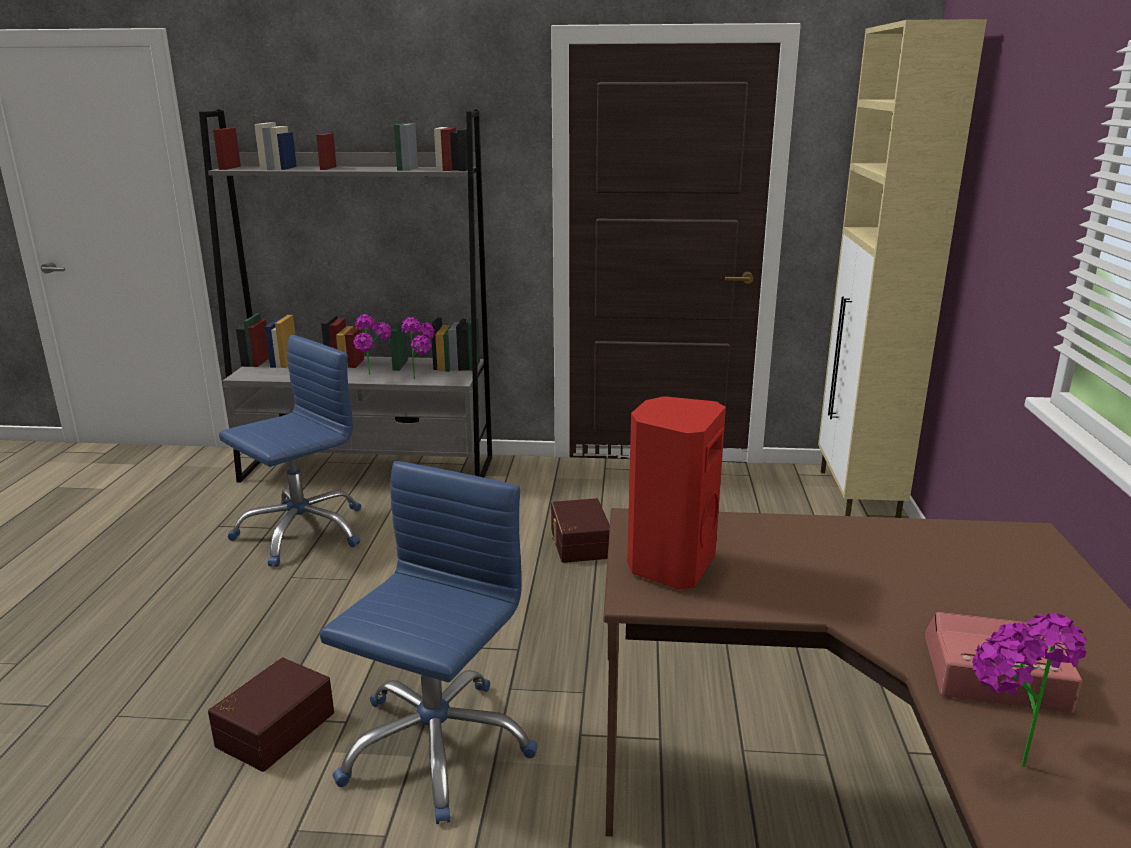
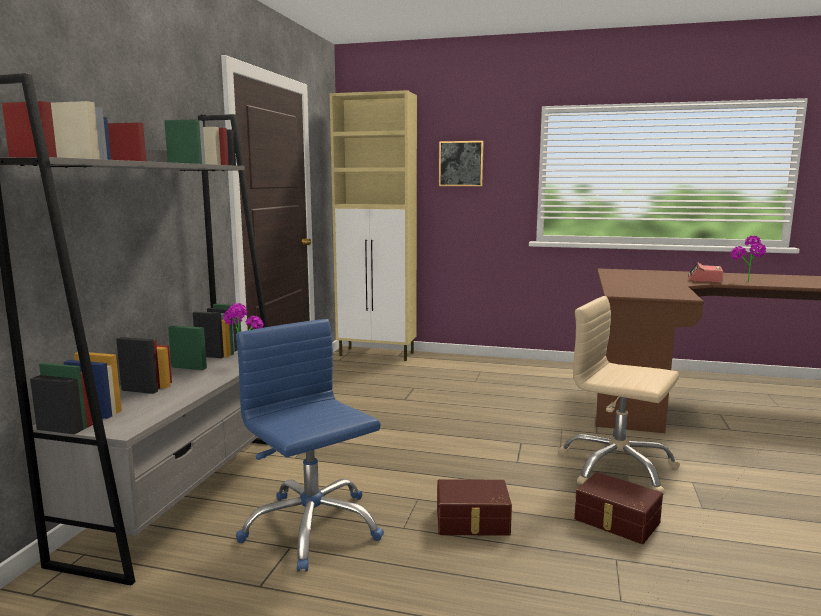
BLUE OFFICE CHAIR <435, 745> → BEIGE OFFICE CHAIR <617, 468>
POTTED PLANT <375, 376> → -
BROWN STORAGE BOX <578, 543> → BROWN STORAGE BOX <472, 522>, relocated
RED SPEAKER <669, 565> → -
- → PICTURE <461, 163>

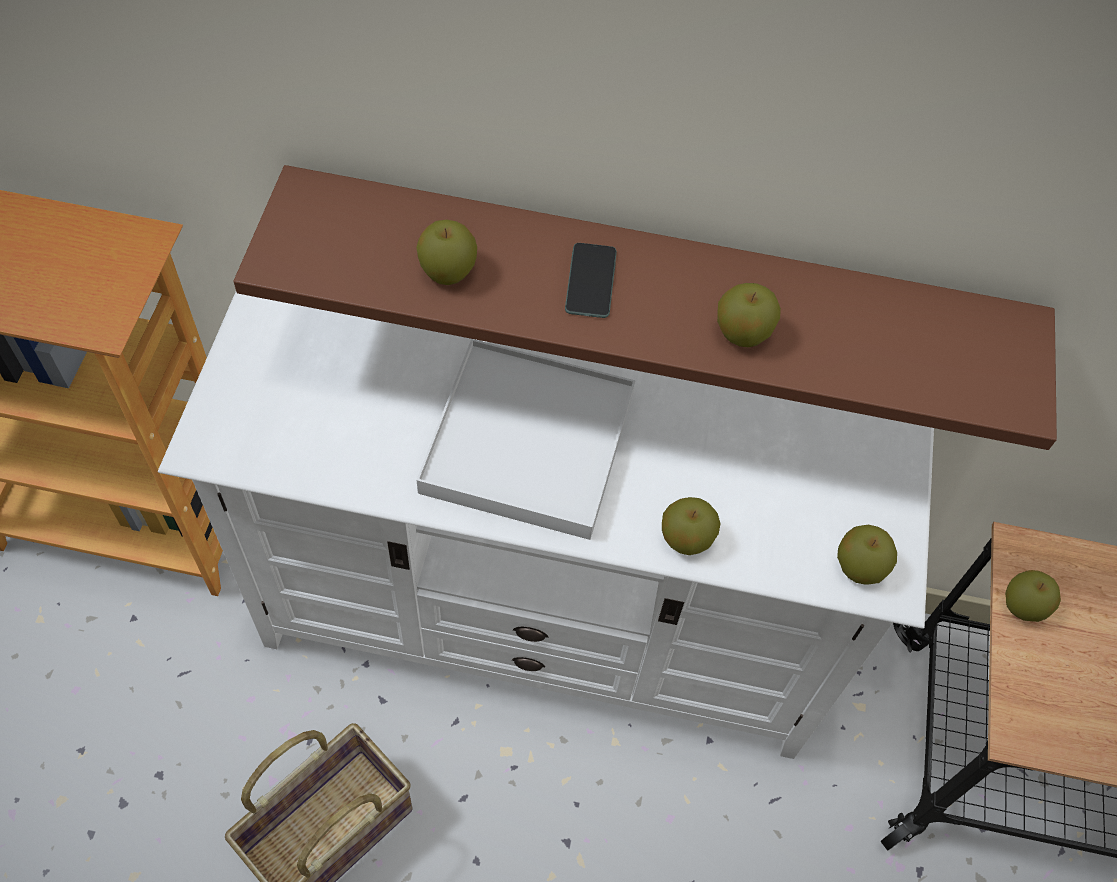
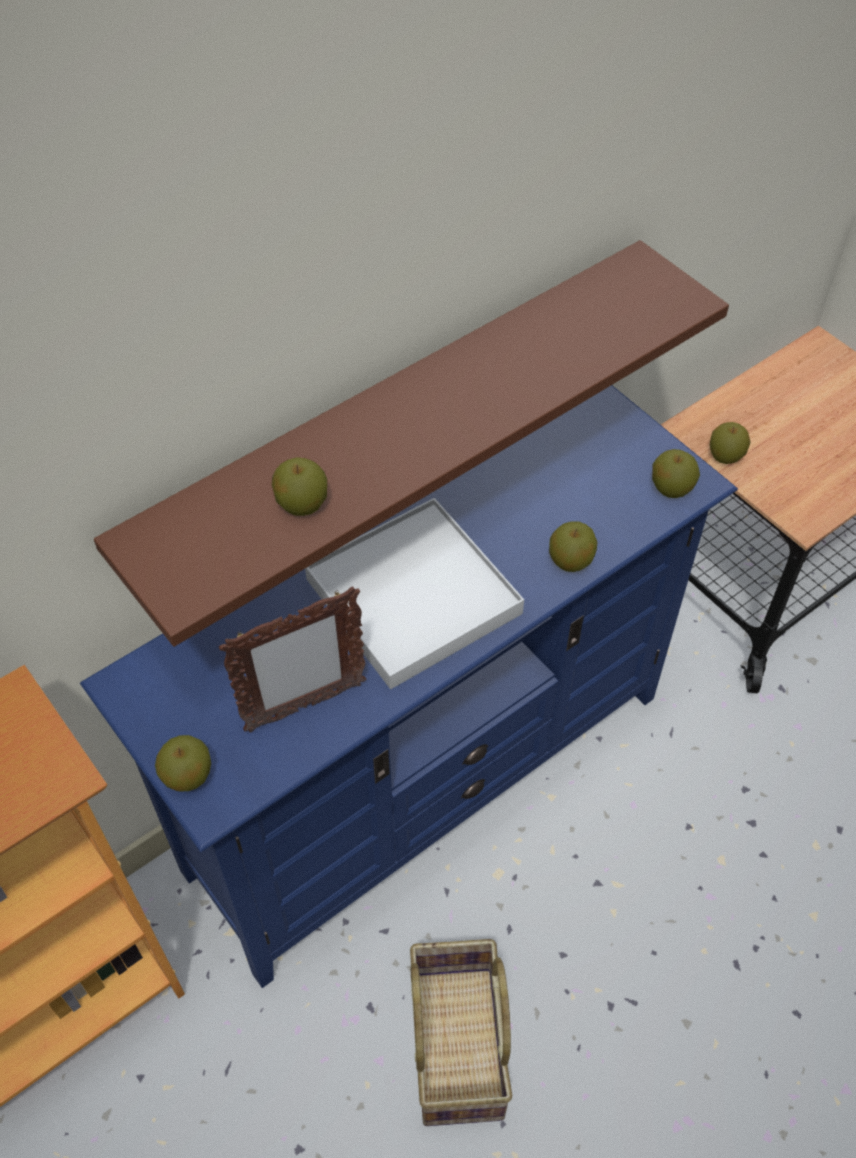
WHITE TV STAND <543, 628> → BLUE TV STAND <427, 778>
PHONE <590, 281> → -
APPLE <742, 333> → APPLE <188, 776>, relocated
- → PICTURE FRAME <304, 707>

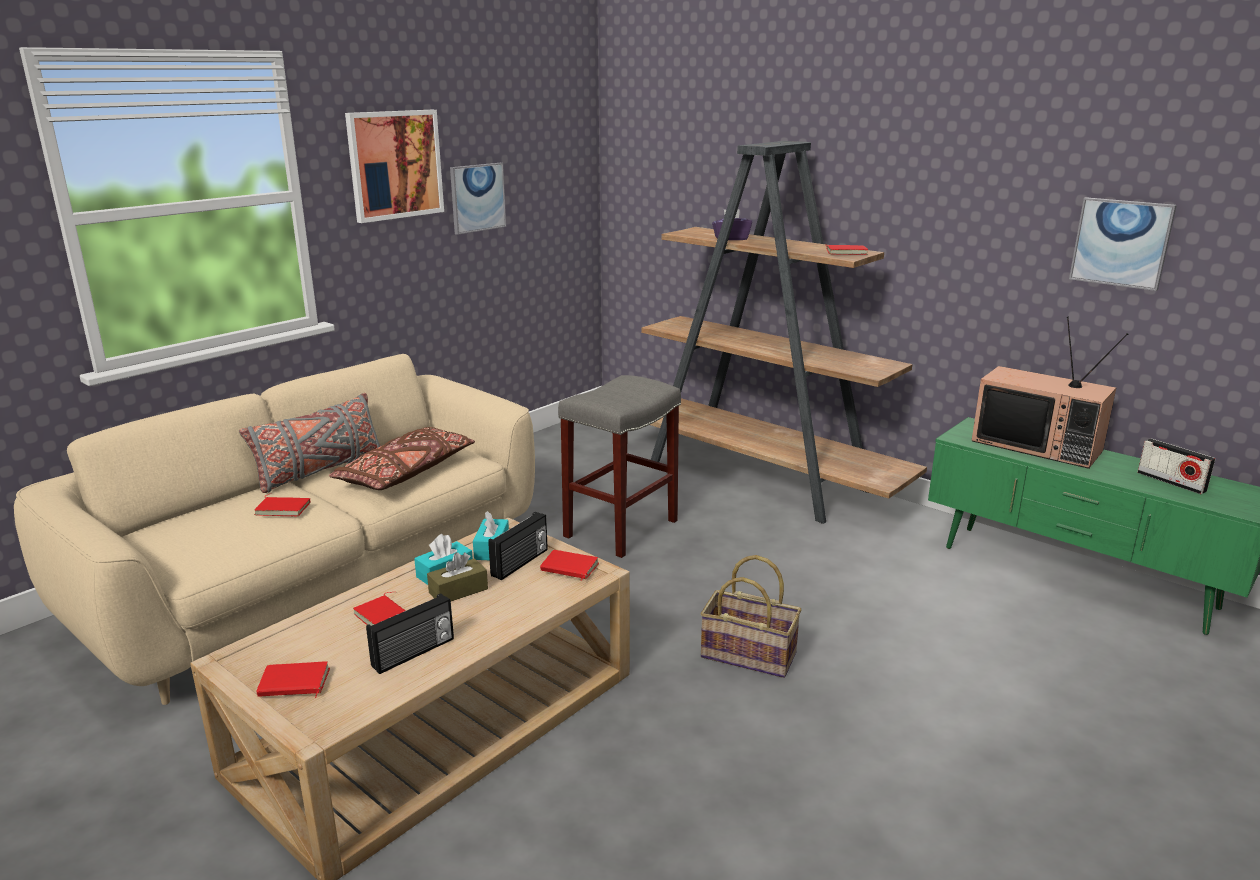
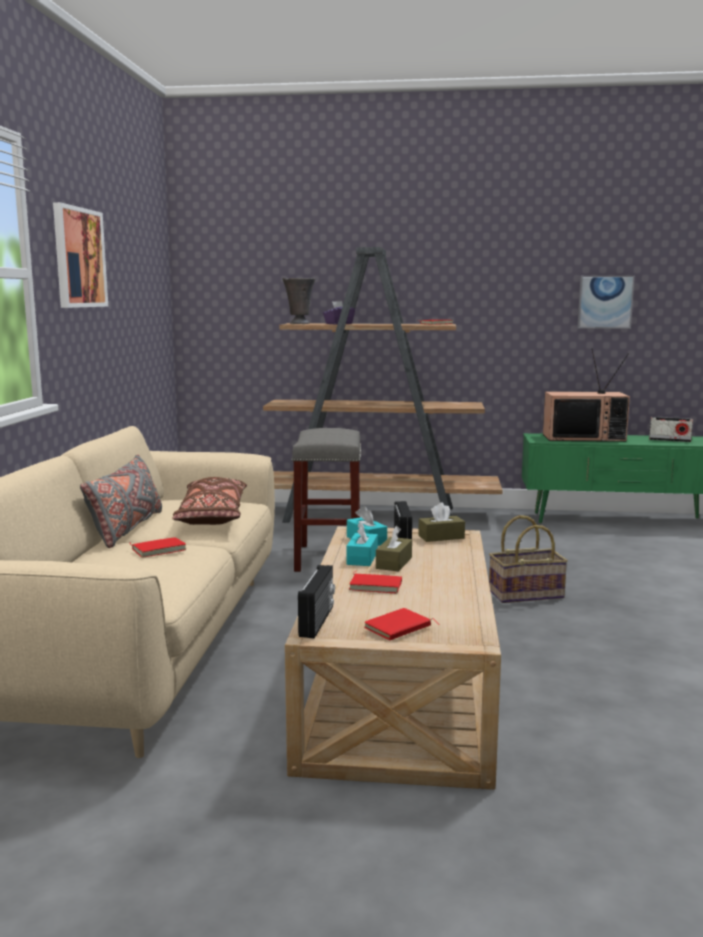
RADIO <414, 653> → RADIO <318, 621>, relocated
PICTURE <477, 197> → -
RED BOOK <568, 568> → BROWN TISSUE BOX <441, 537>
- → GREY VASE <299, 324>

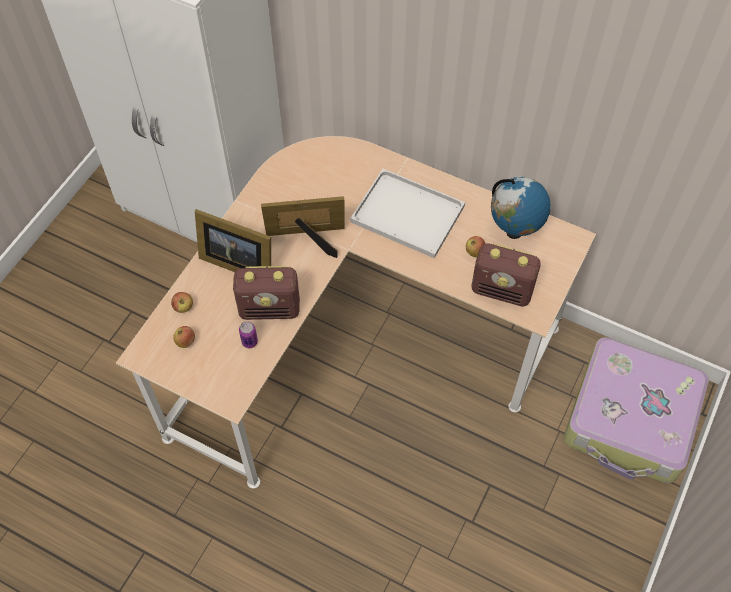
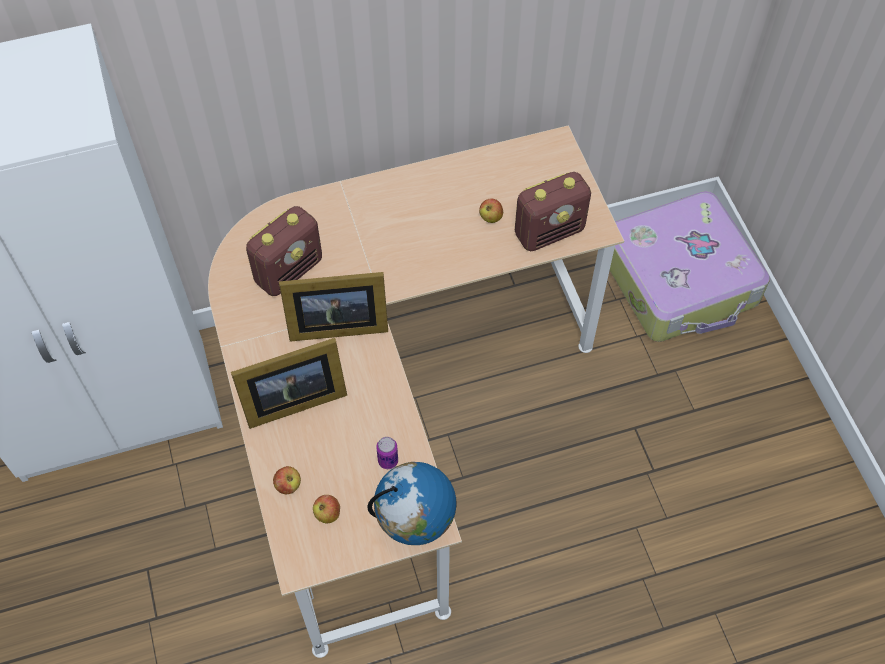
RADIO <270, 309> → RADIO <289, 270>, relocated
PICTURE FRAME <308, 239> → PICTURE FRAME <334, 324>, 135 degrees counterclockwise
WHITE TRAY <405, 214> → -
GLOBE <514, 231> → GLOBE <416, 526>, relocated

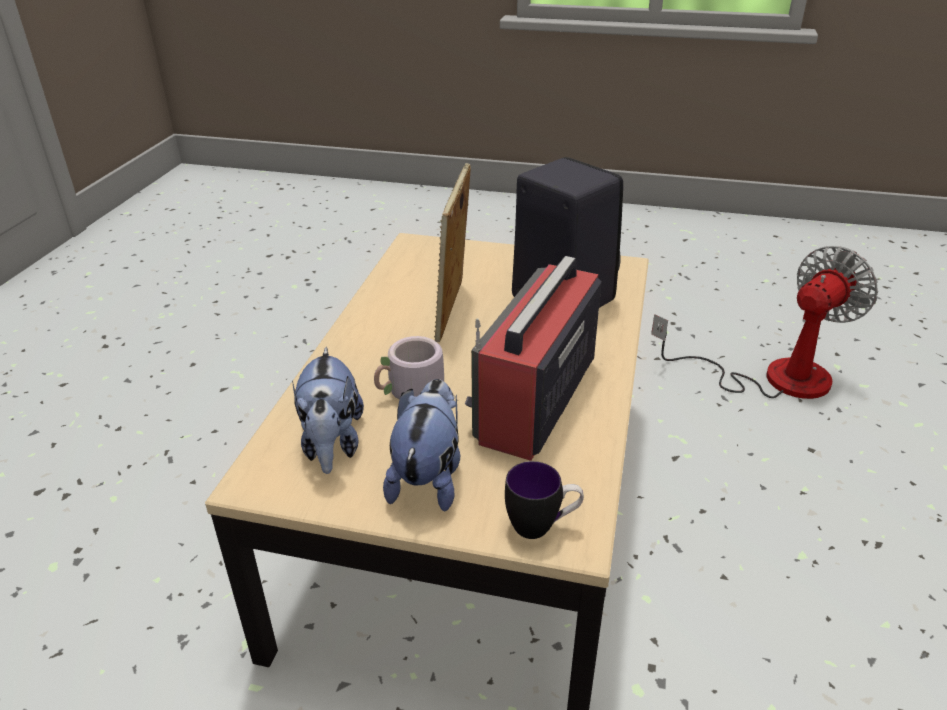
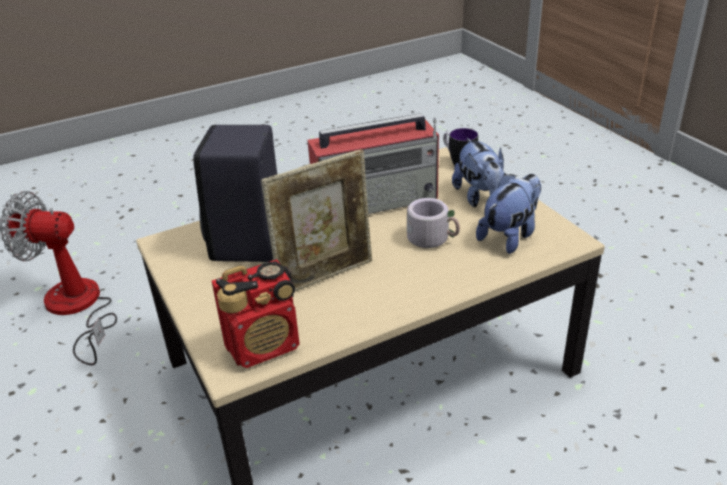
PLUSH TOY <428, 477> → PLUSH TOY <480, 198>, 75 degrees counterclockwise
- → RADIO <264, 346>

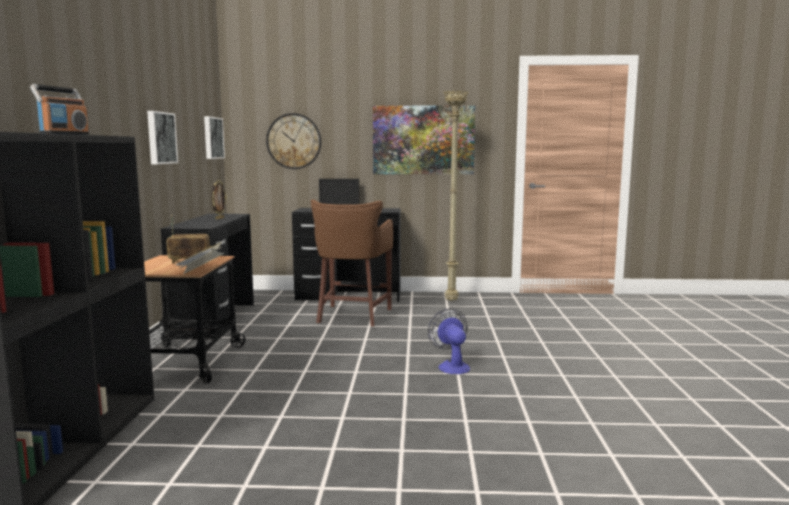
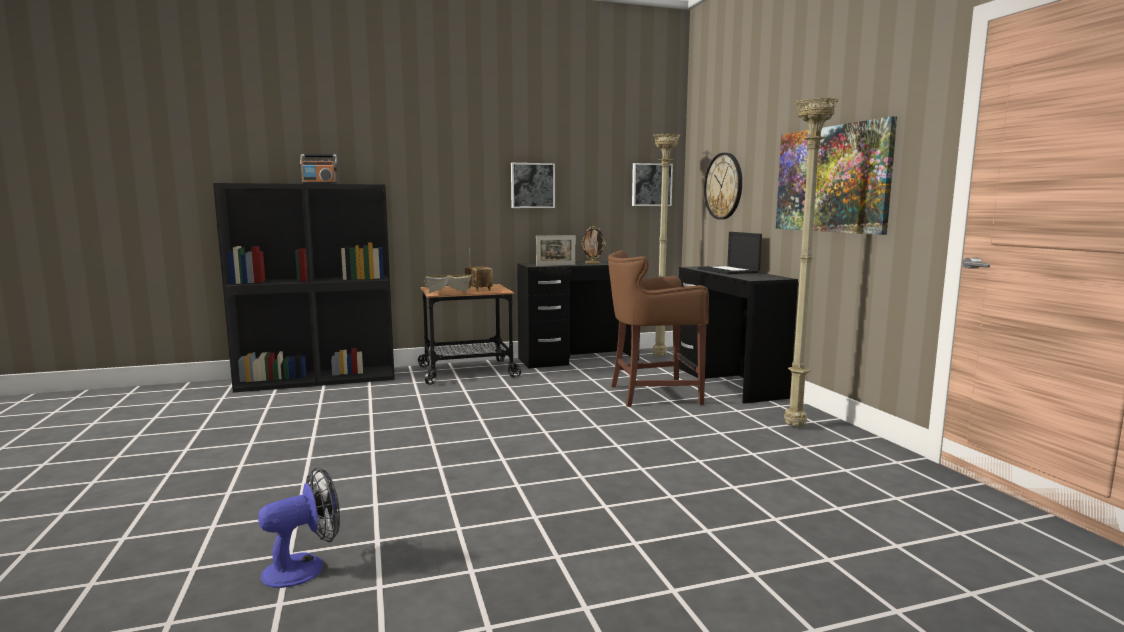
FAN <451, 366> → FAN <304, 567>, relocated
- → PICTURE FRAME <556, 265>
- → BEIGE FLOOR LAMP <660, 356>

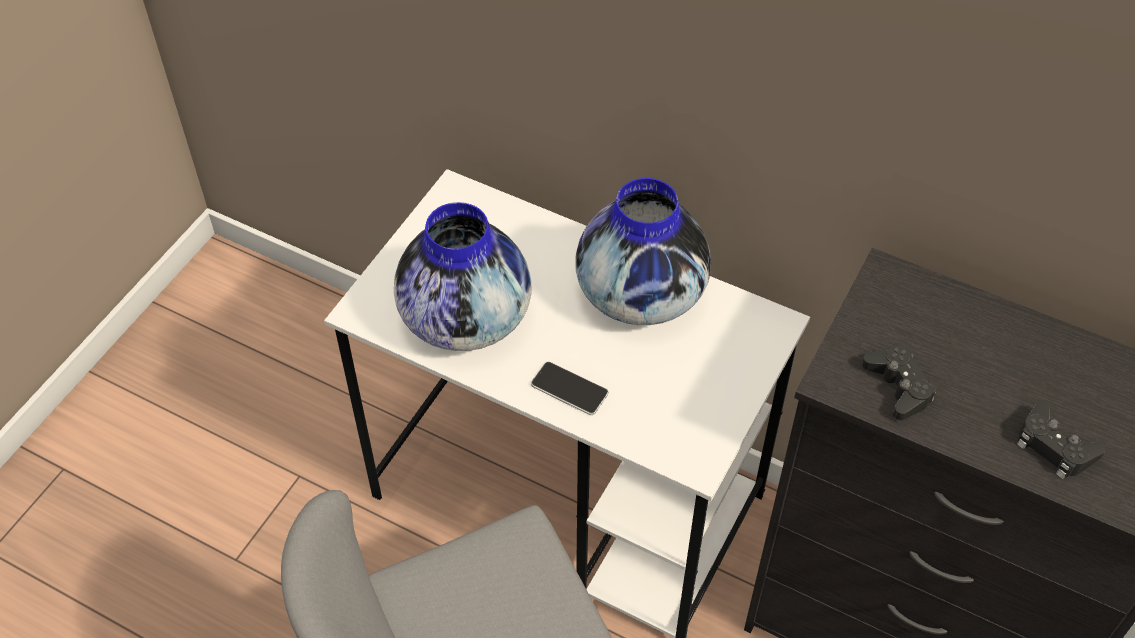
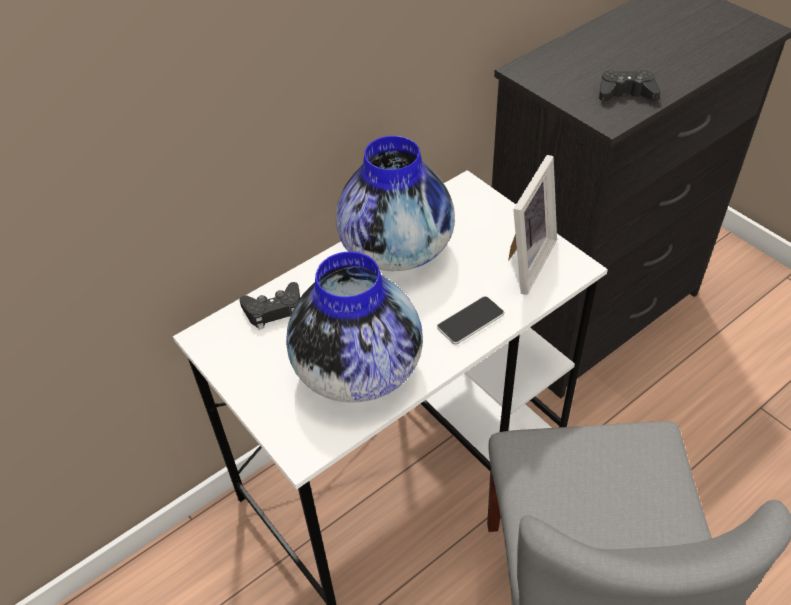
BLACK GAME CONTROLLER <1054, 447> → BLACK GAME CONTROLLER <274, 310>, relocated
- → PICTURE FRAME <523, 261>

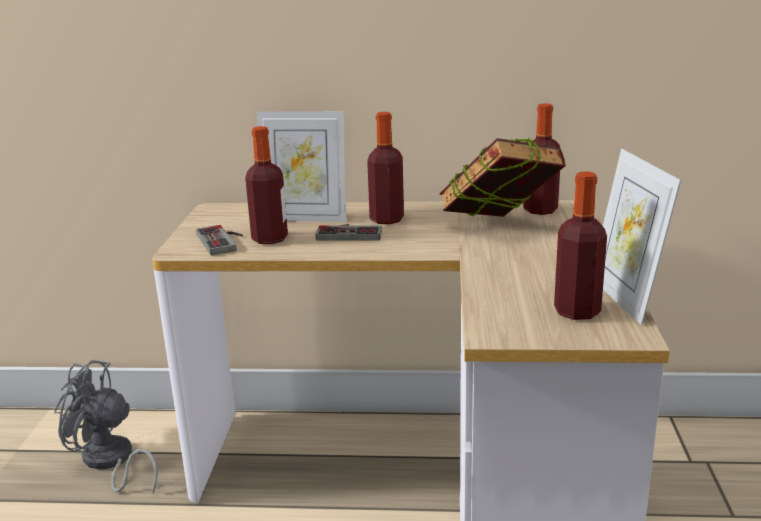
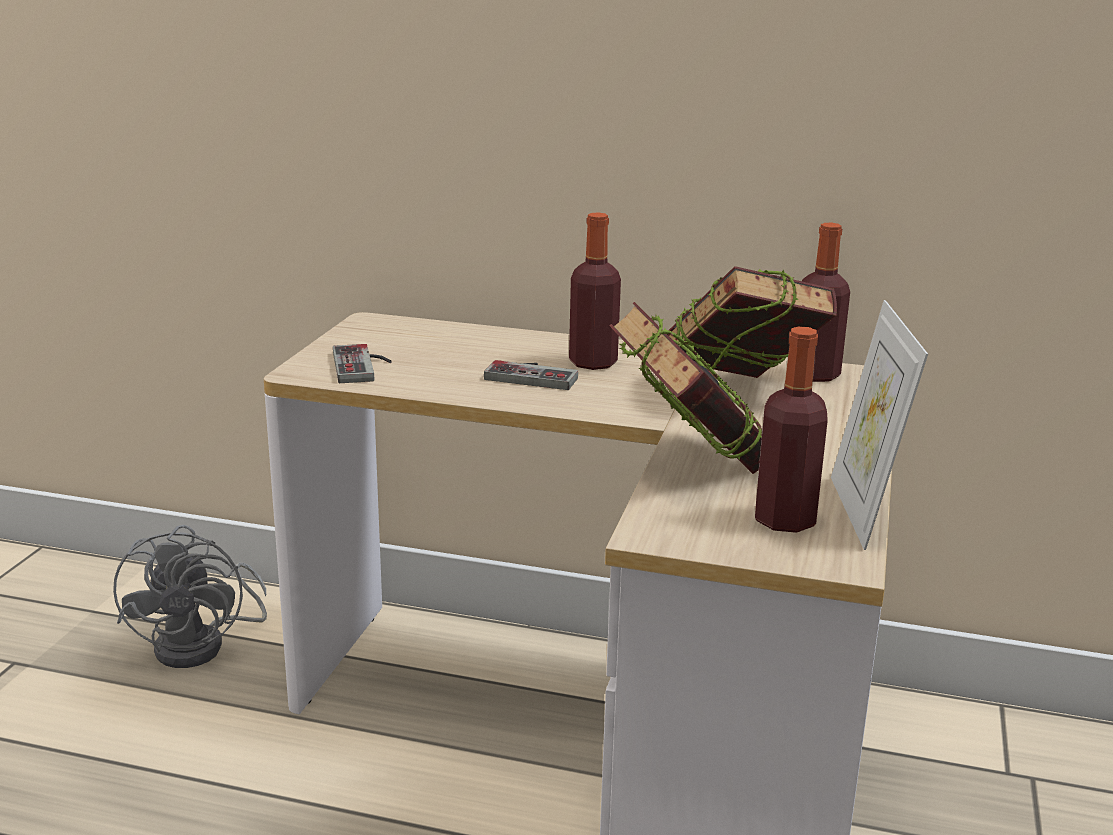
GREY FAN <110, 462> → GREY FAN <203, 645>, 120 degrees counterclockwise
BOTTLE <270, 239> → -
PICTURE FRAME <305, 218> → -
- → BOOK <689, 467>

